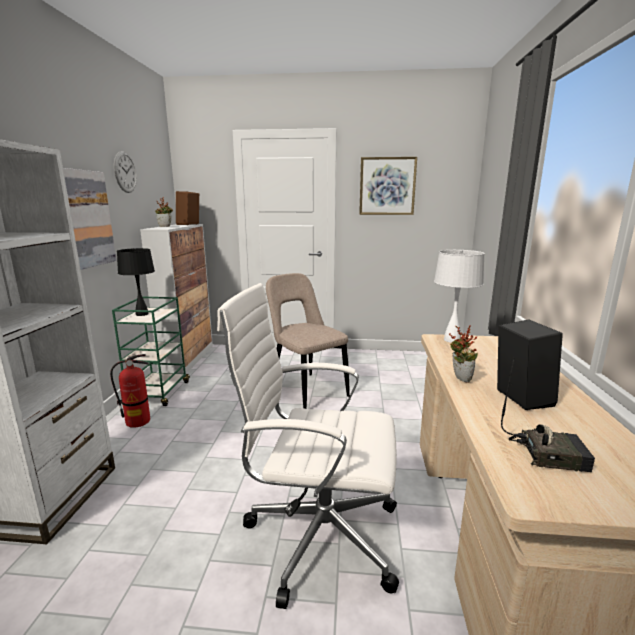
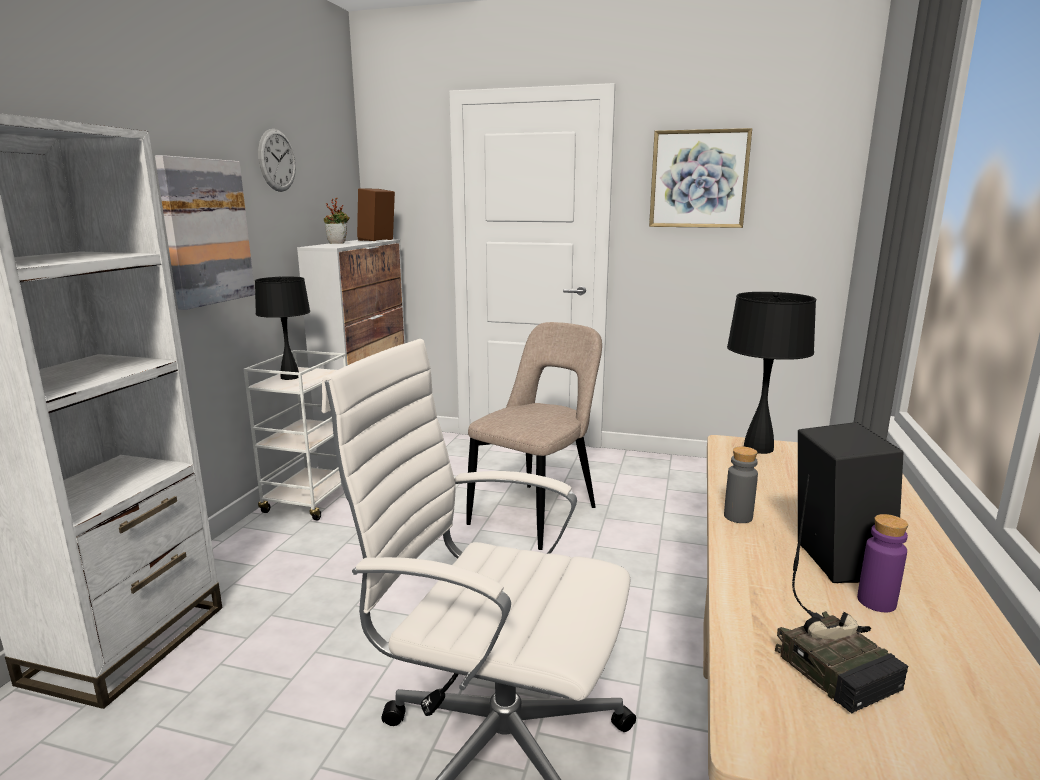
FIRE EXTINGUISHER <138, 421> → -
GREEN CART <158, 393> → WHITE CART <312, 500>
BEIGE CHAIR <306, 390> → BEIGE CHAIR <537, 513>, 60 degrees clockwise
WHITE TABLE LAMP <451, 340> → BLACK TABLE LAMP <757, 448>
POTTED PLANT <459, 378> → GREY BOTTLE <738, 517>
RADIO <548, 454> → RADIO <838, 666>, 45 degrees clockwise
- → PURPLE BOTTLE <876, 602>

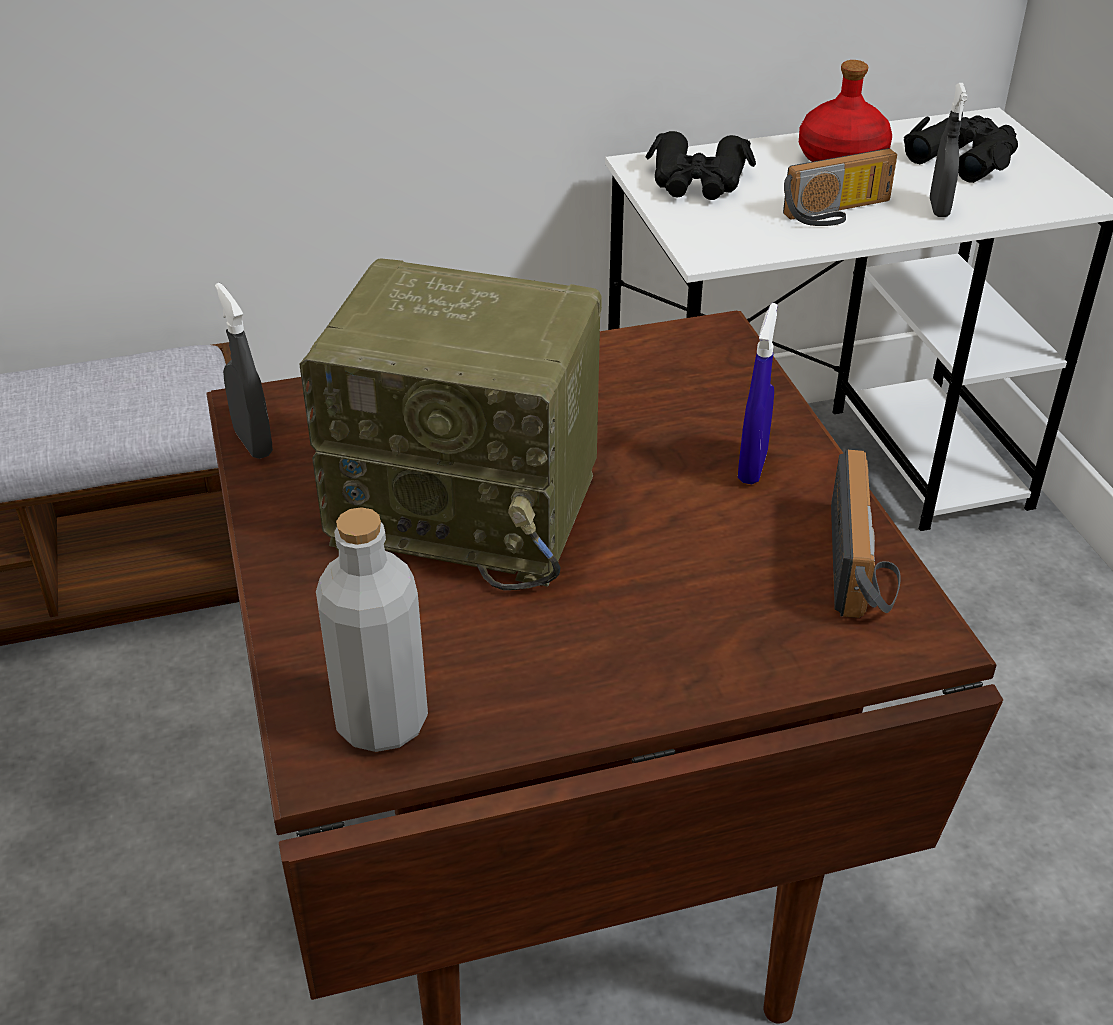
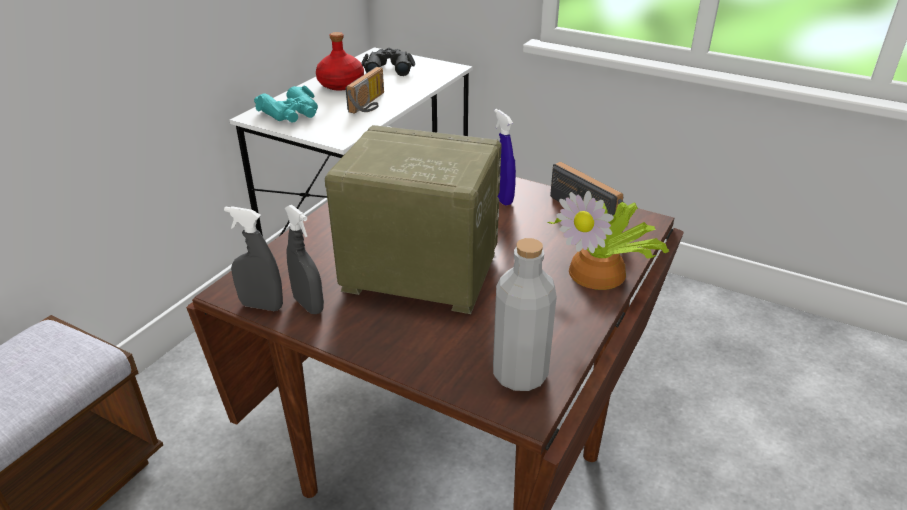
RADIO <471, 508> → RADIO <416, 272>, 135 degrees counterclockwise
BLACK BINOCULARS <698, 181> → TURQUOISE BINOCULARS <291, 114>
GREY SPRAY BOTTLE <939, 208> → GREY SPRAY BOTTLE <308, 305>, relocated
- → POTTED PLANT <601, 271>

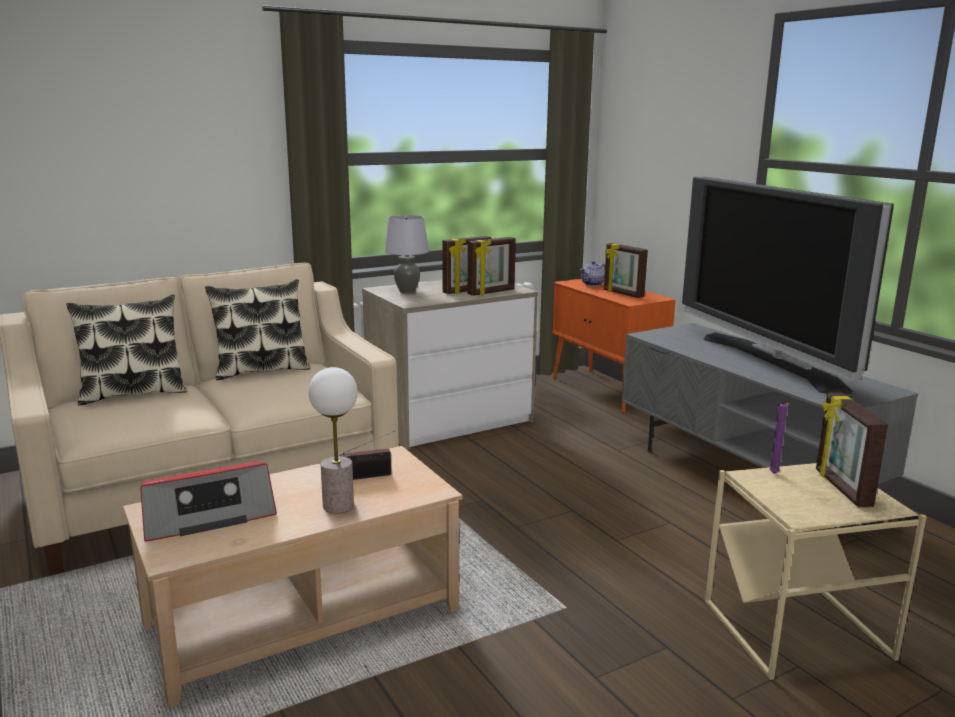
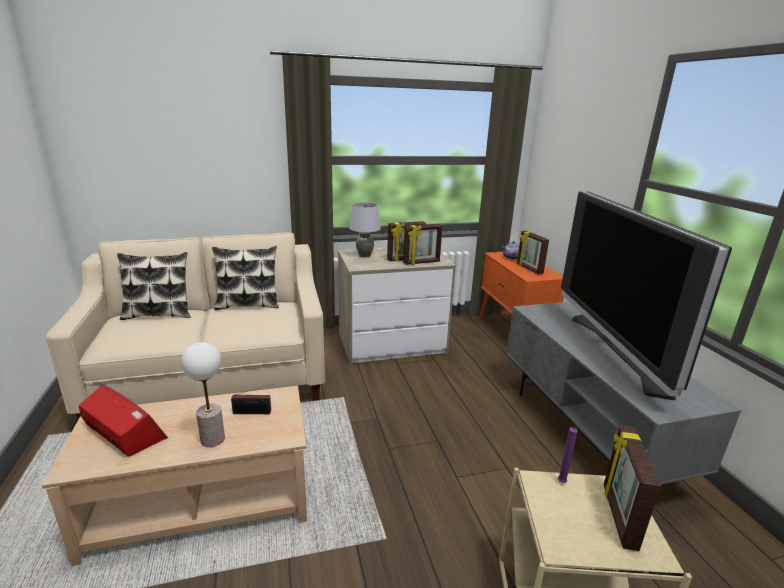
RADIO <208, 516> → RADIO <124, 431>, 135 degrees counterclockwise

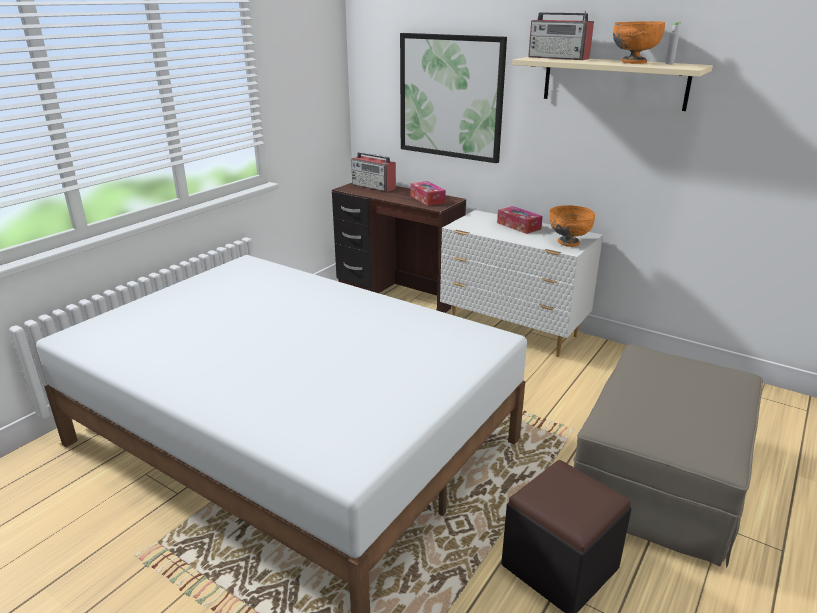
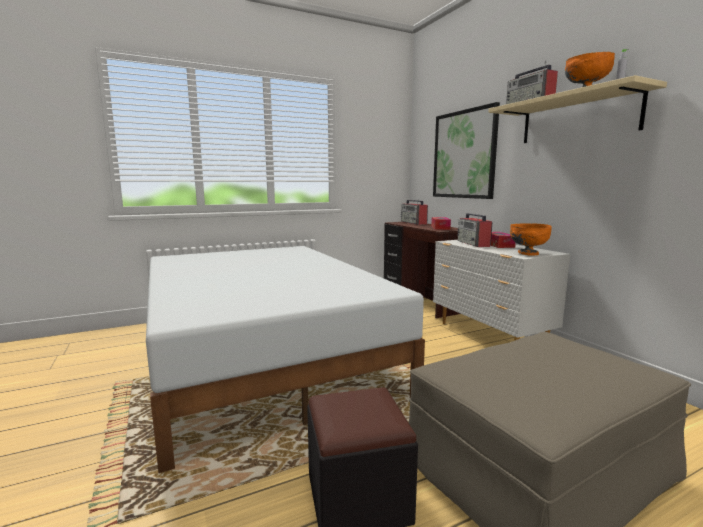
- → RADIO <473, 244>

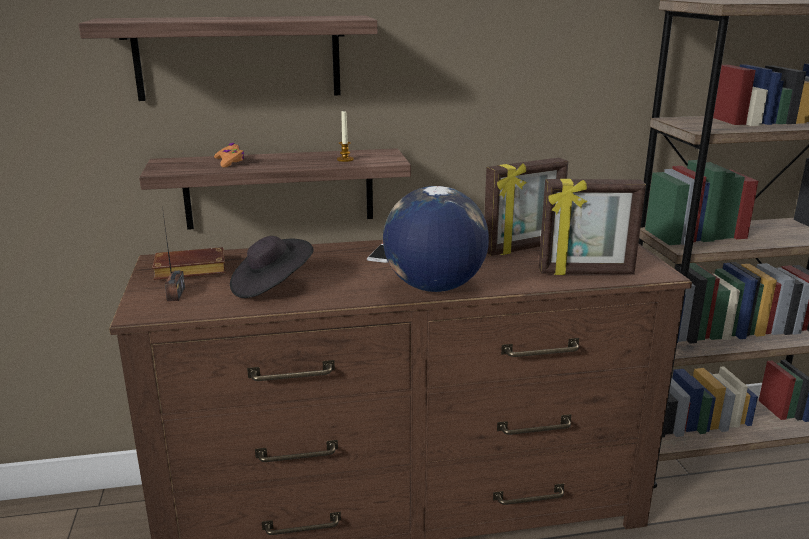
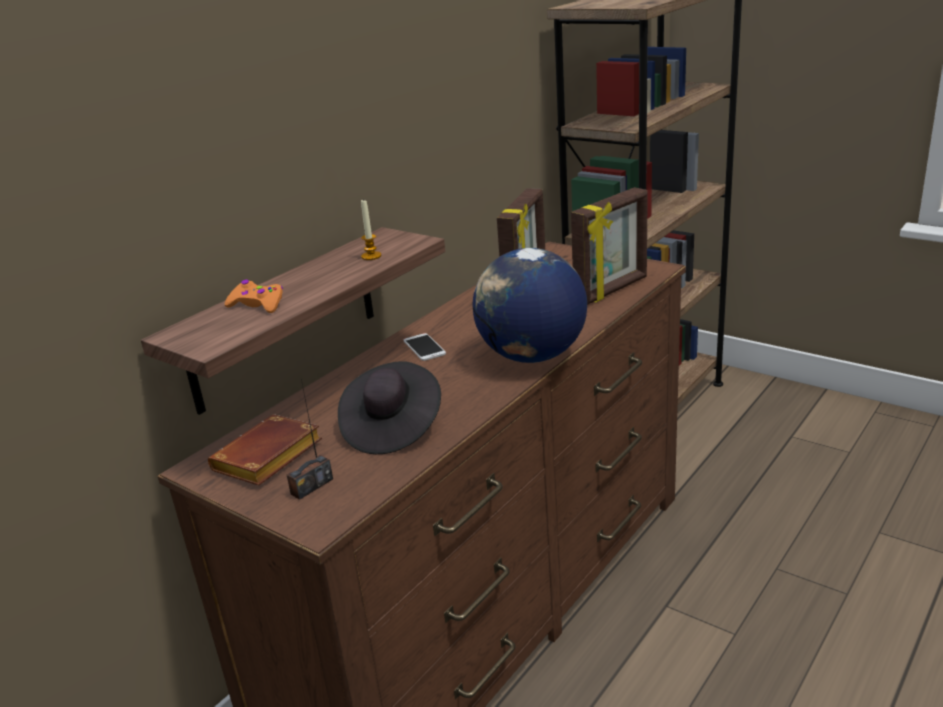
SHELF <238, 58> → -
RADIO <175, 294> → RADIO <311, 486>, 90 degrees clockwise

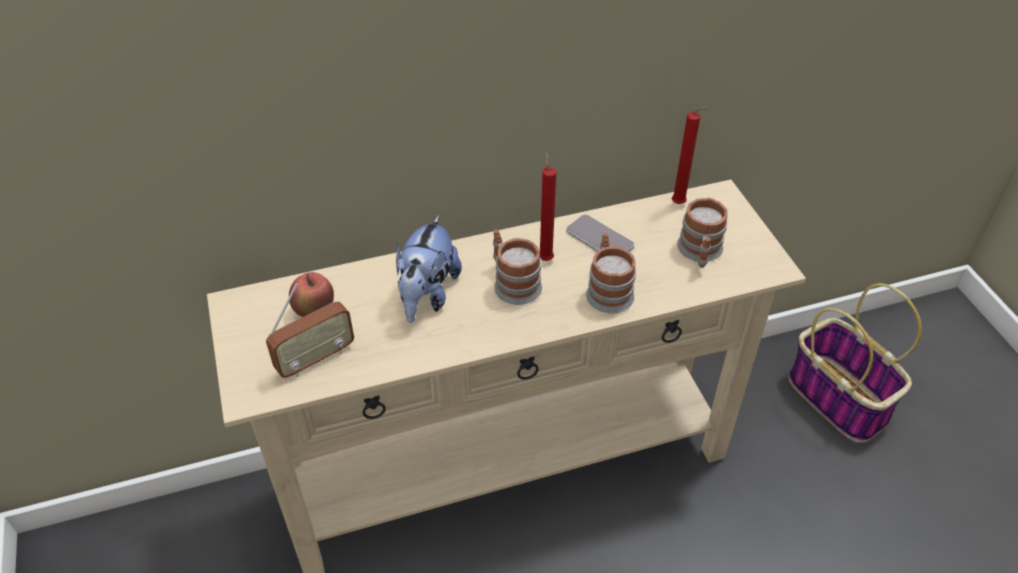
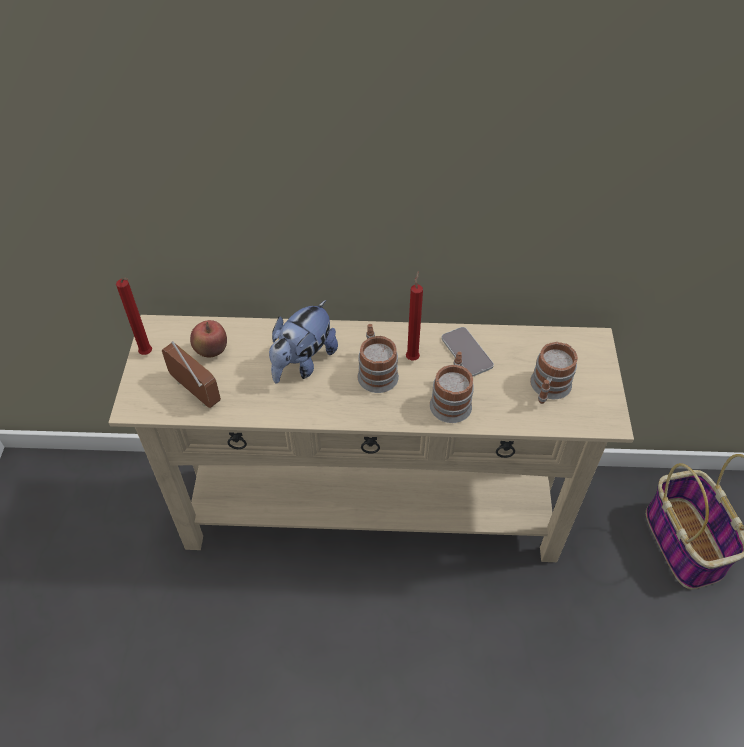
RADIO <315, 359> → RADIO <195, 391>, 120 degrees counterclockwise
RED CANDLE <680, 204> → RED CANDLE <148, 354>, relocated

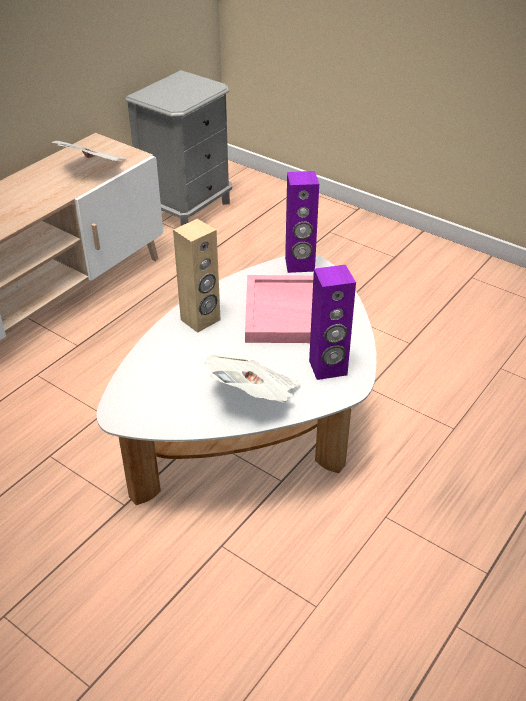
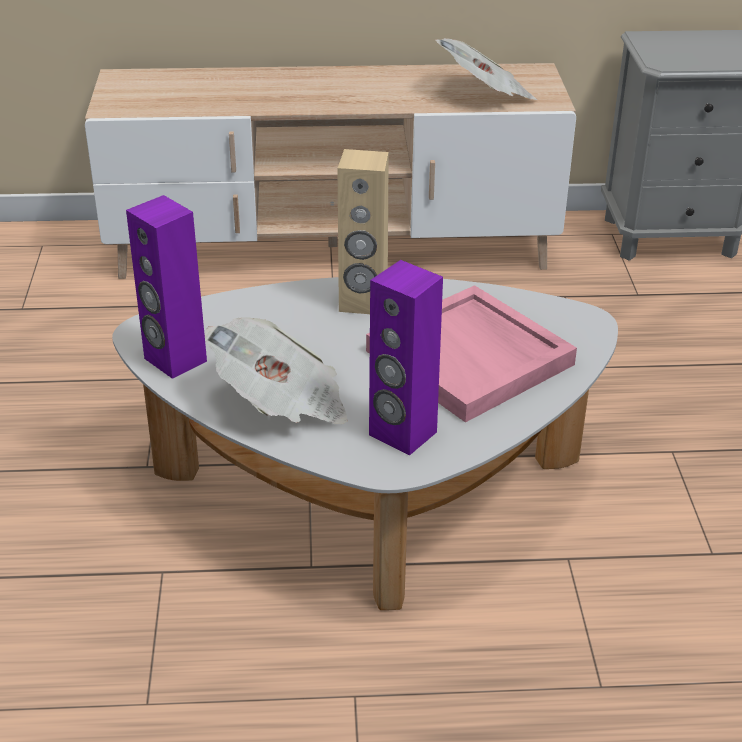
PURPLE SPEAKER <300, 265> → PURPLE SPEAKER <174, 360>, relocated

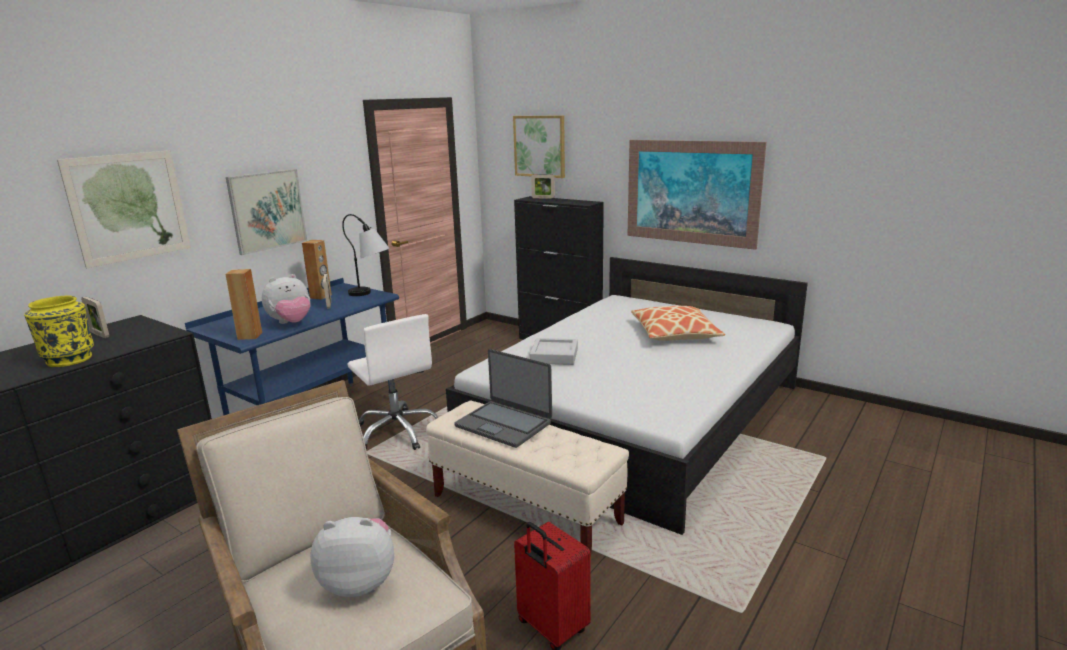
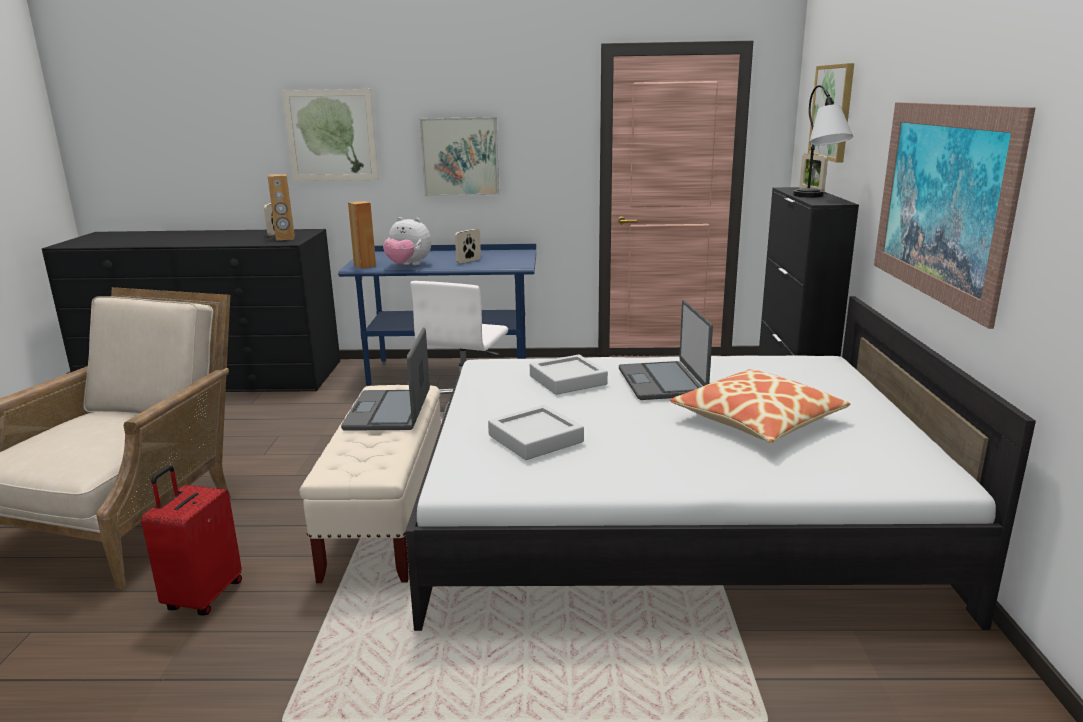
YELLOW VASE <69, 359> → -
BROWN SPEAKER <321, 296> → BROWN SPEAKER <285, 238>, relocated
PLUSH TOY <360, 582> → -
TABLE LAMP <371, 294> → TABLE LAMP <817, 198>, relocated
- → GREY TRAY <535, 439>
- → LAPTOP <662, 382>

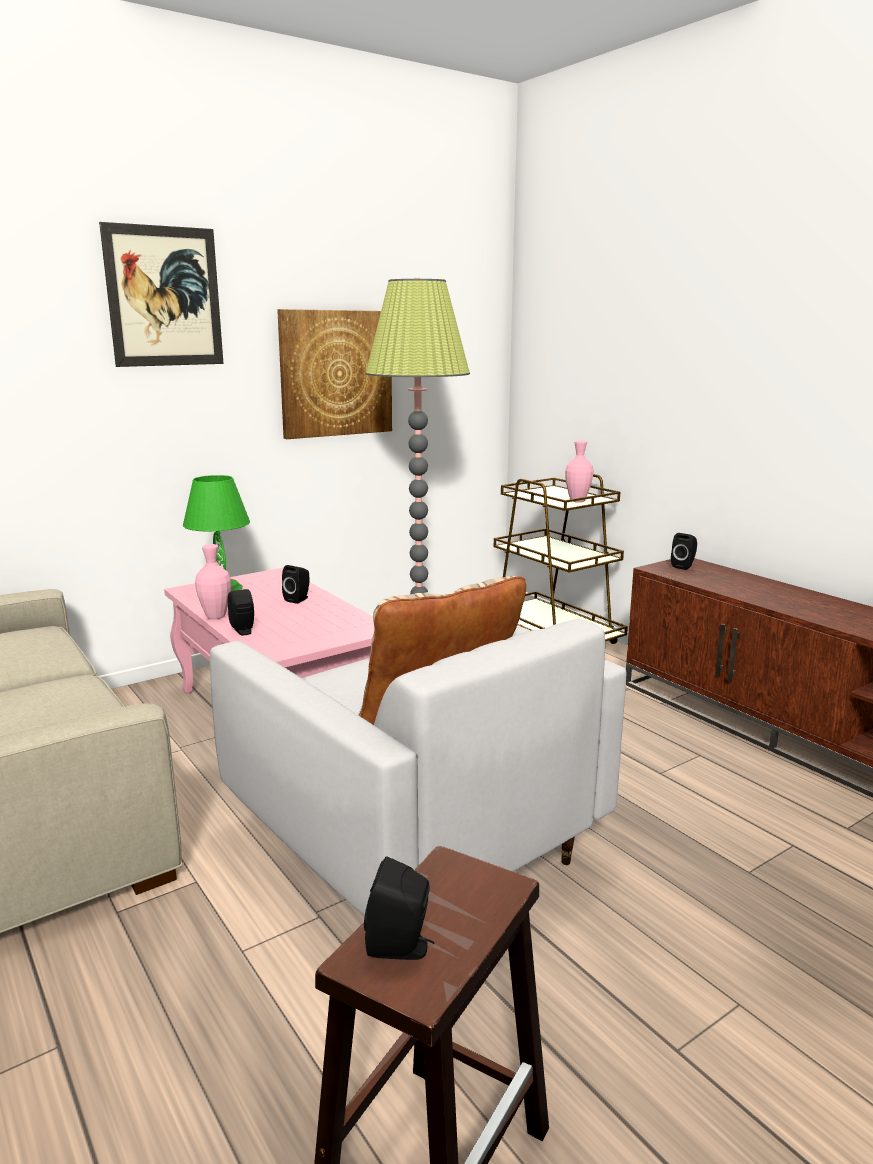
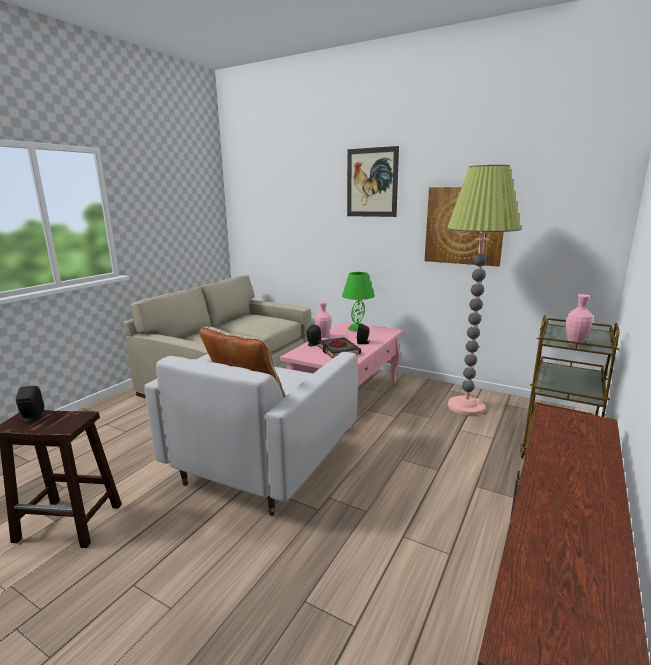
BLACK SPEAKER <684, 566> → -
- → BLACK BOOK <338, 350>

